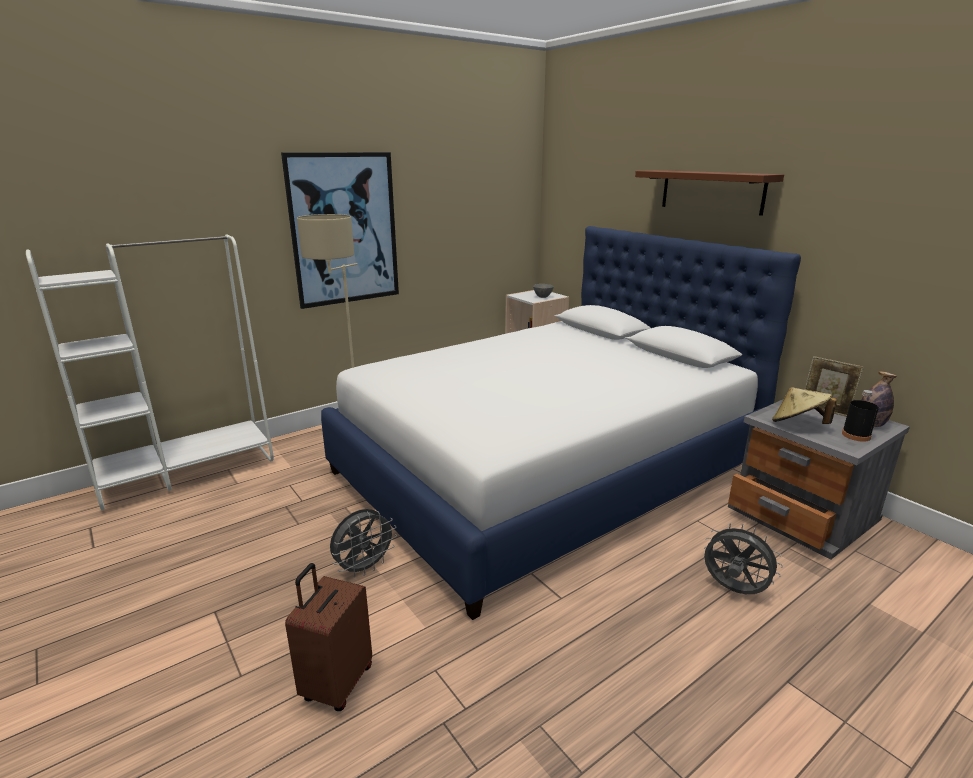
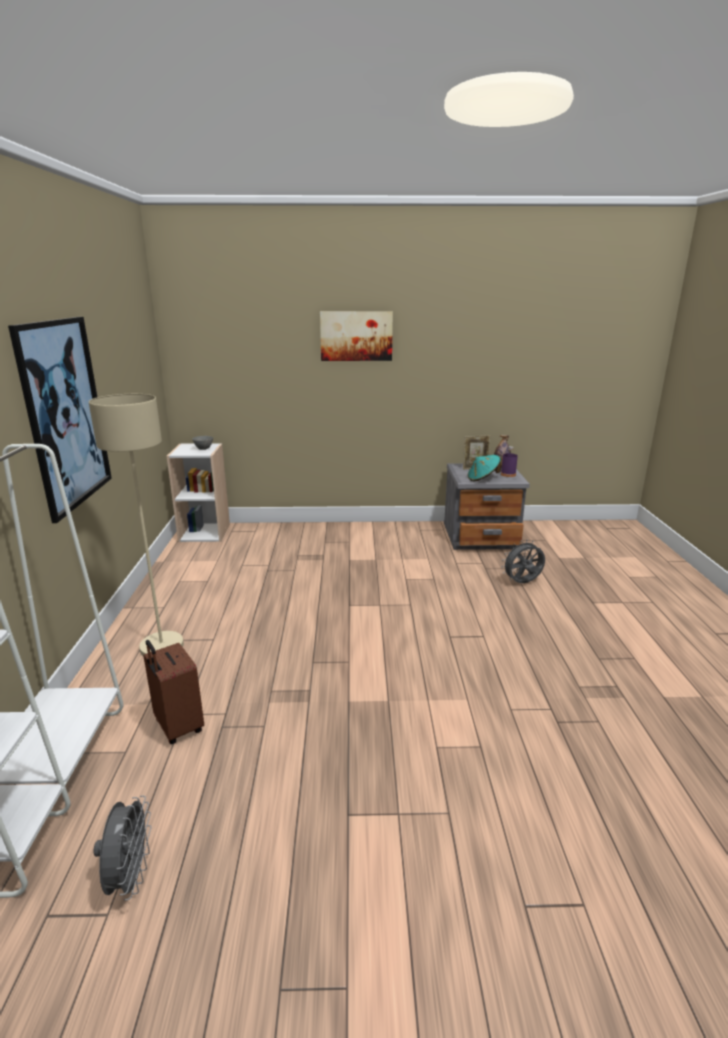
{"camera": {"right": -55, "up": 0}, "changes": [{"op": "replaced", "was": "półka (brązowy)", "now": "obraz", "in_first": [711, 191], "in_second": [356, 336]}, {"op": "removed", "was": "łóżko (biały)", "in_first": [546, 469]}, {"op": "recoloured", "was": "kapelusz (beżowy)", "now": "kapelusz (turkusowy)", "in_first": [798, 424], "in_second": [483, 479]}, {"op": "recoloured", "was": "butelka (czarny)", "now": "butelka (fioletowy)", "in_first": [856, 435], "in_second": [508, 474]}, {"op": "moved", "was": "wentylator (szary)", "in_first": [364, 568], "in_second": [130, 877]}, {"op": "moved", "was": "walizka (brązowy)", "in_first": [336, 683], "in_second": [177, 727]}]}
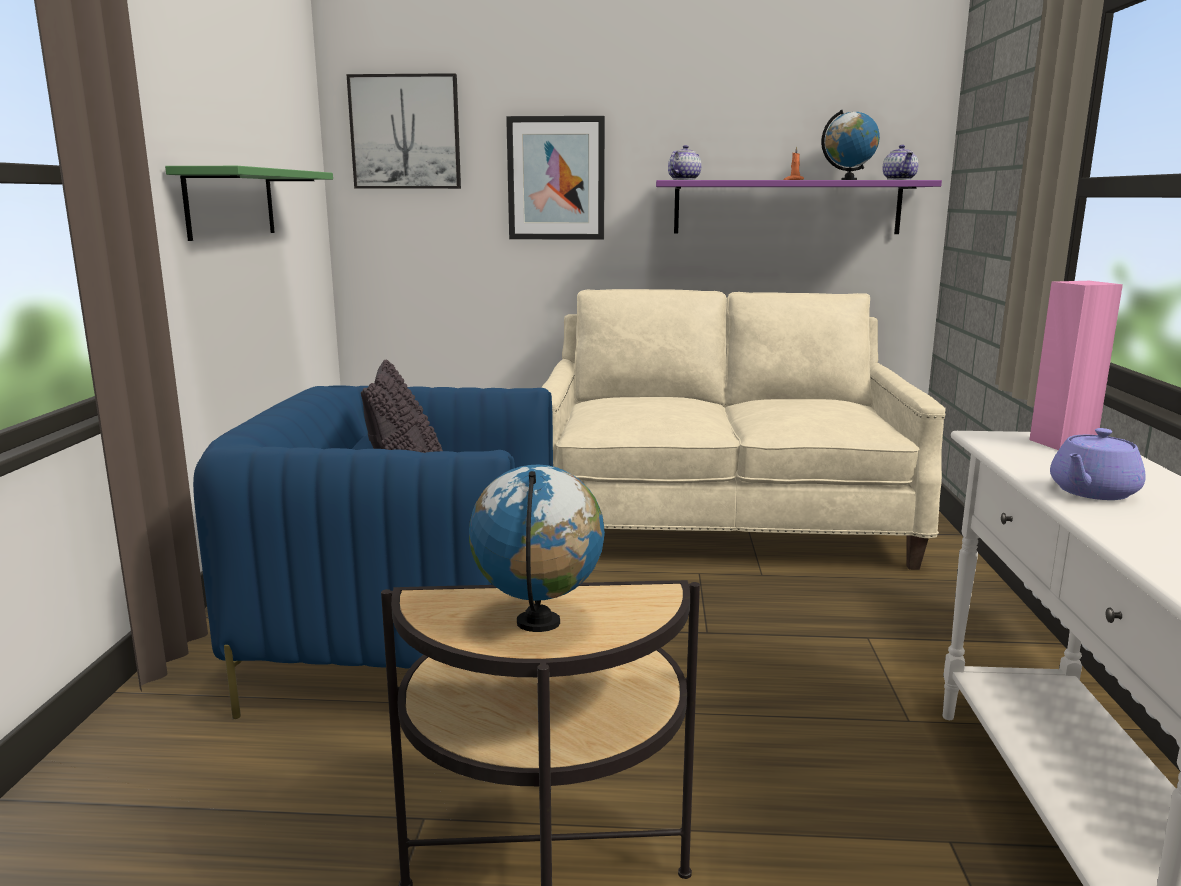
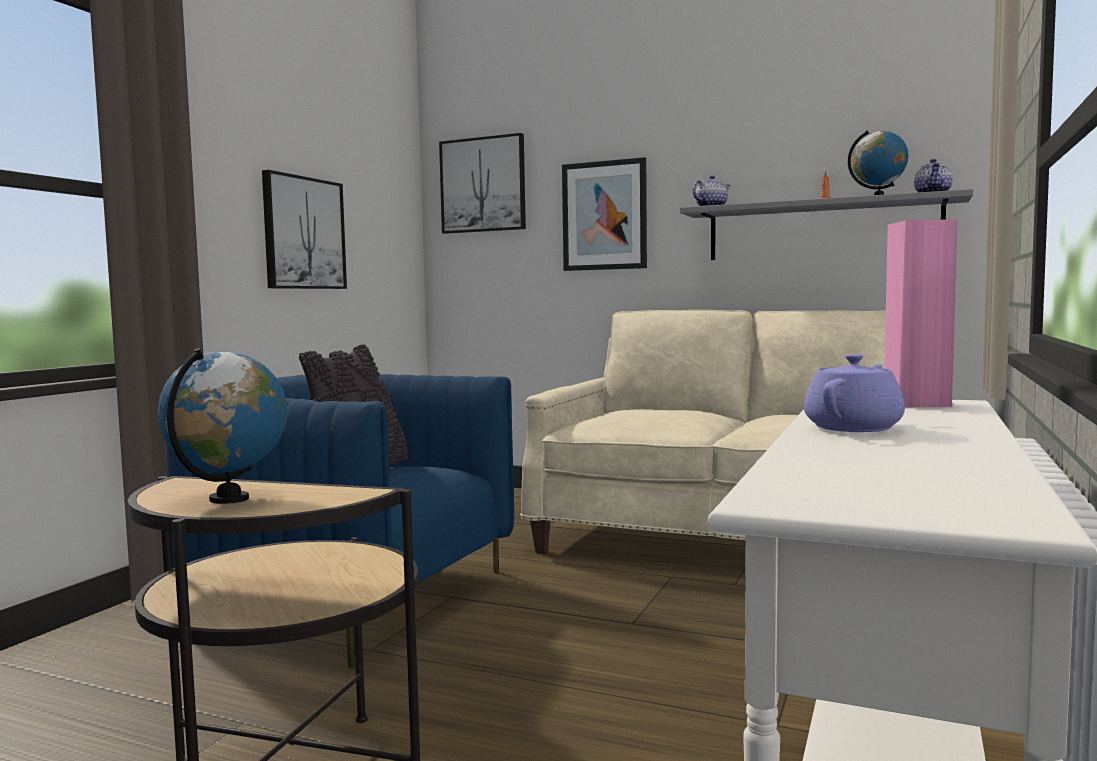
{"camera": {"right": 20, "up": -10}, "changes": [{"op": "replaced", "was": "półka (zielony)", "now": "obraz", "in_first": [231, 203], "in_second": [303, 233]}, {"op": "recoloured", "was": "półka (fioletowy)", "now": "półka (szary)", "in_first": [786, 207], "in_second": [822, 230]}, {"op": "turned", "was": "imbryk (fioletowy)", "in_first": [1092, 492], "in_second": [854, 427], "clockwise": 150}]}
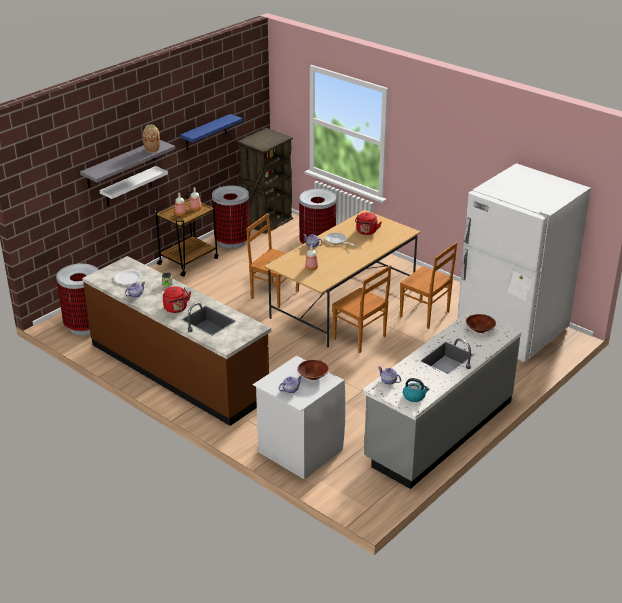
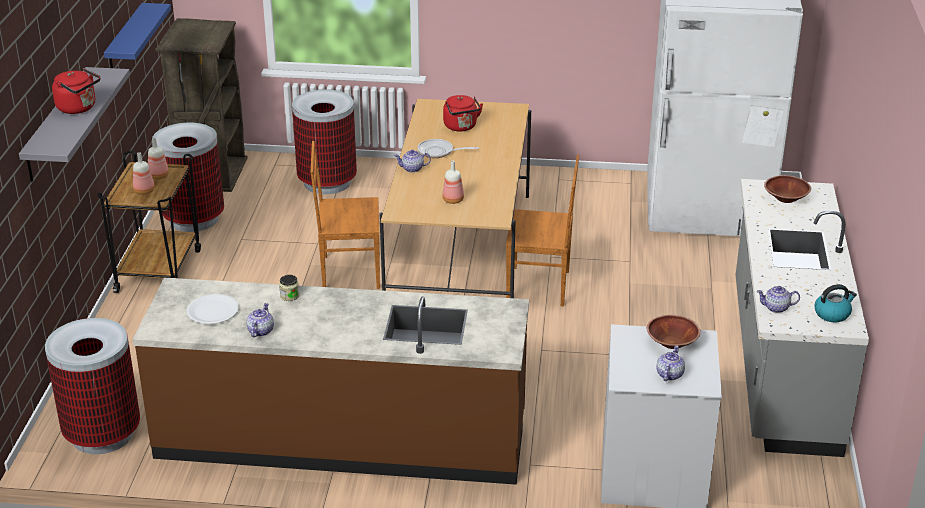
{"camera": {"right": -35, "up": 0}, "changes": [{"op": "removed", "was": "wazon", "in_first": [152, 150]}, {"op": "removed", "was": "półka (biały)", "in_first": [129, 186]}, {"op": "removed", "was": "krzesło (brązowy)", "in_first": [425, 315]}, {"op": "moved", "was": "czajnik (czerwony)", "in_first": [176, 309], "in_second": [79, 108]}]}
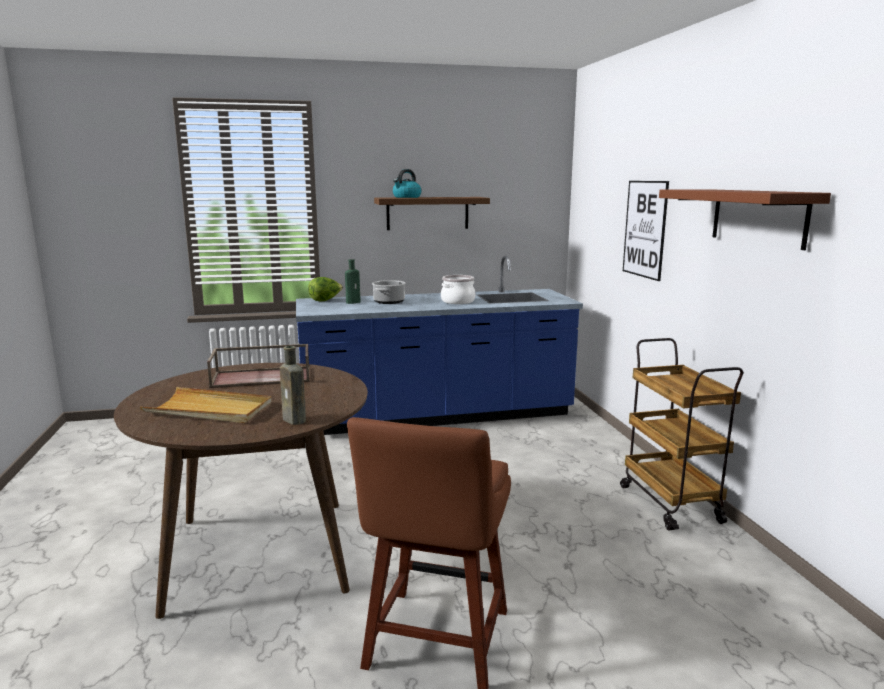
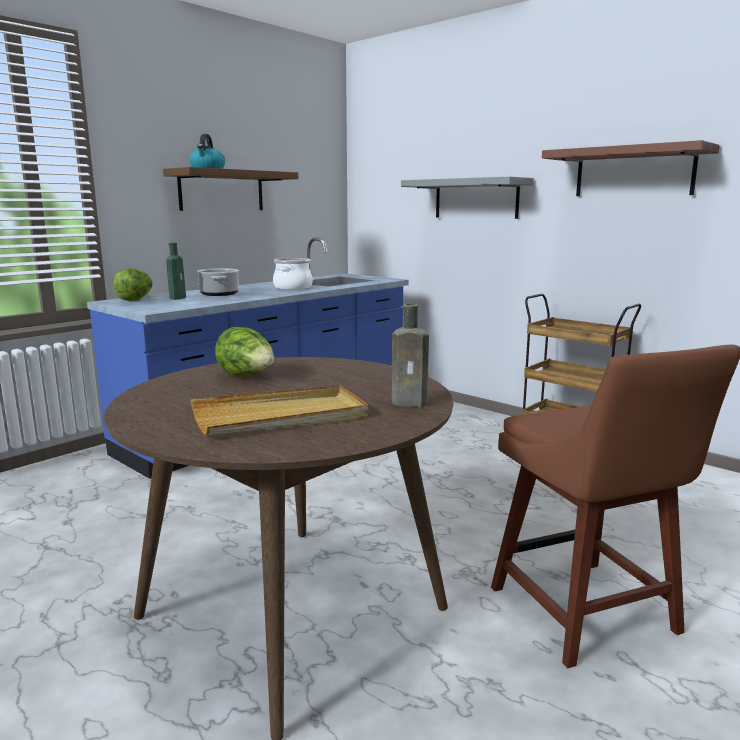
{"camera": {"right": -35, "up": 0}, "changes": [{"op": "replaced", "was": "obraz", "now": "półka (szary)", "in_first": [645, 229], "in_second": [476, 199]}, {"op": "replaced", "was": "taca (brązowy)", "now": "sałata", "in_first": [263, 377], "in_second": [247, 377]}]}
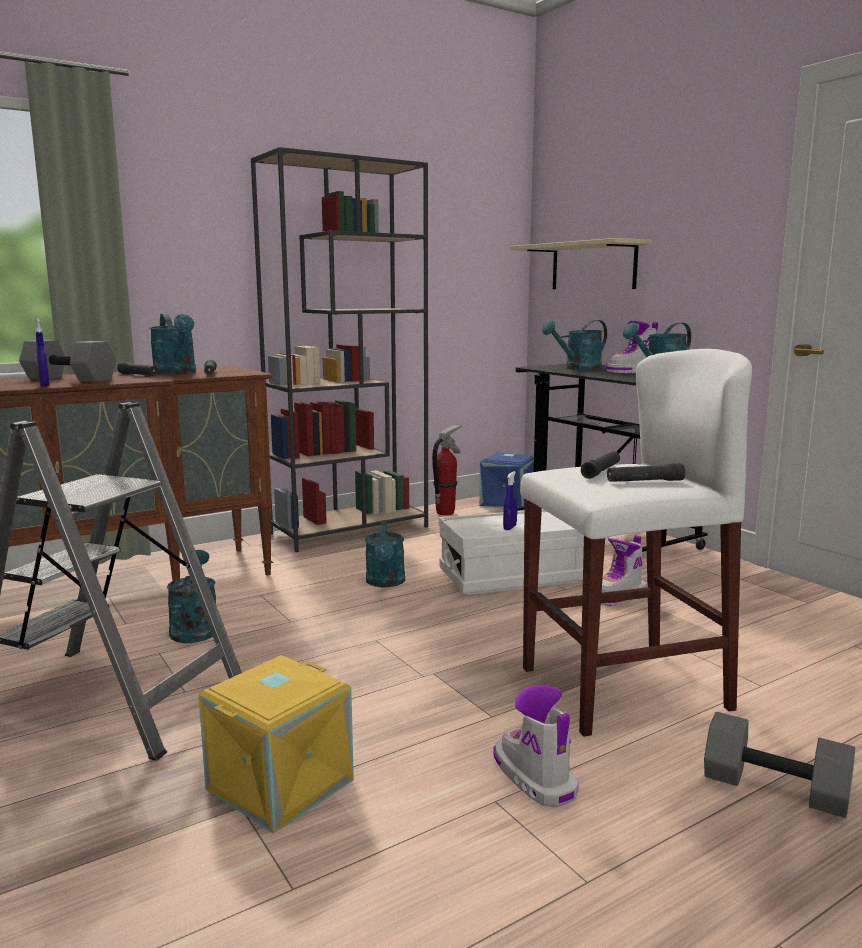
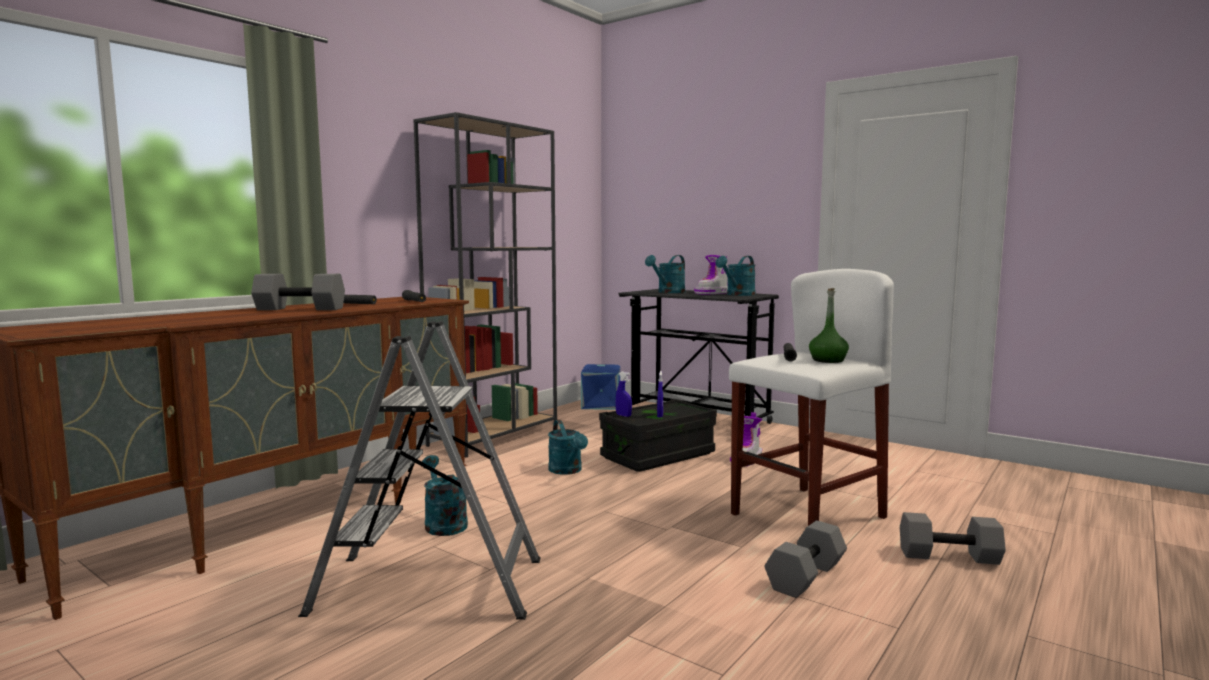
{"camera": {"right": -20, "up": -5}, "changes": [{"op": "removed", "was": "półka (beżowy)", "in_first": [593, 266]}, {"op": "removed", "was": "konewka (turkusowy)", "in_first": [177, 373]}, {"op": "moved", "was": "spryskiwacz (niebieski)", "in_first": [45, 385], "in_second": [623, 415]}, {"op": "removed", "was": "gaśnica", "in_first": [445, 513]}, {"op": "replaced", "was": "latarka (czarny)", "now": "butelka (zielony)", "in_first": [644, 481], "in_second": [827, 360]}, {"op": "recoloured", "was": "pojemnik do przechowywania (biały)", "now": "pojemnik do przechowywania (czarny)", "in_first": [510, 576], "in_second": [658, 455]}, {"op": "removed", "was": "pojemnik do przechowywania (żółty)", "in_first": [281, 786]}, {"op": "replaced", "was": "but z cholewką", "now": "hantel (szary)", "in_first": [533, 777], "in_second": [807, 577]}]}
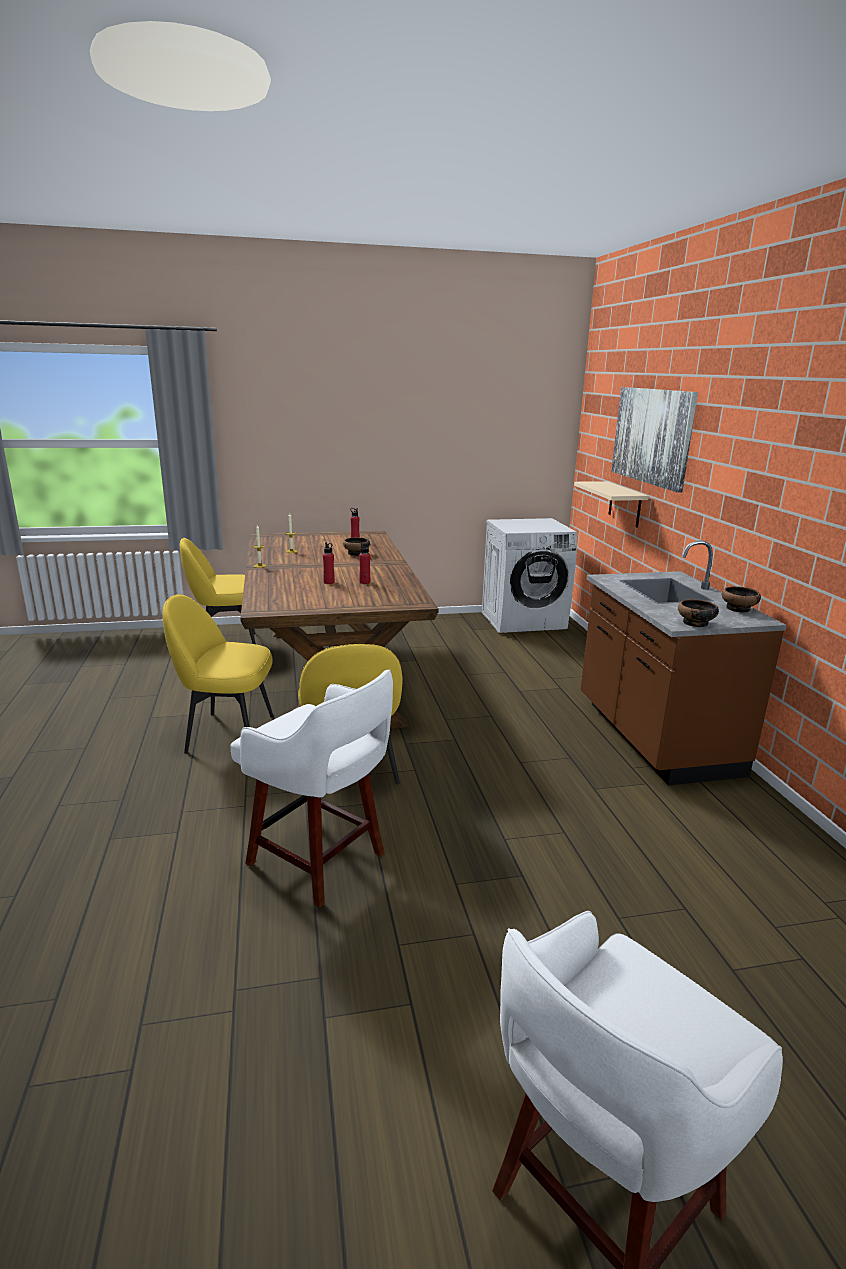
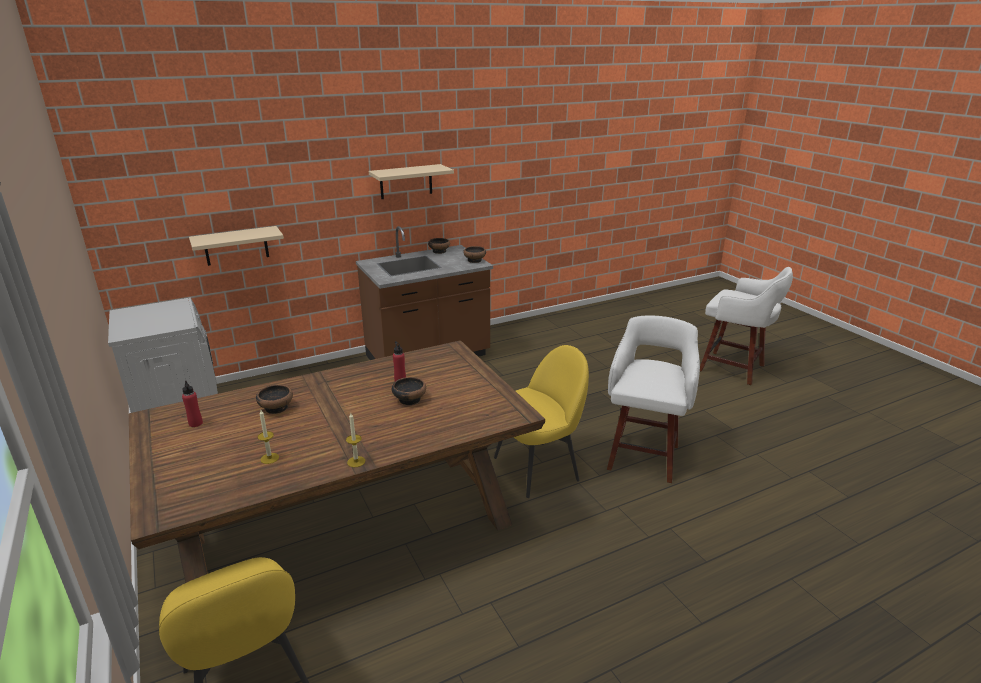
{"camera": {"right": -105, "up": 5}, "changes": [{"op": "removed", "was": "obraz", "in_first": [652, 436]}, {"op": "replaced", "was": "butelka (czerwony)", "now": "miska", "in_first": [329, 582], "in_second": [409, 399]}, {"op": "removed", "was": "krzesło (żółty)", "in_first": [227, 733]}, {"op": "added", "now": "półka (beżowy)", "in_second": [406, 181]}]}
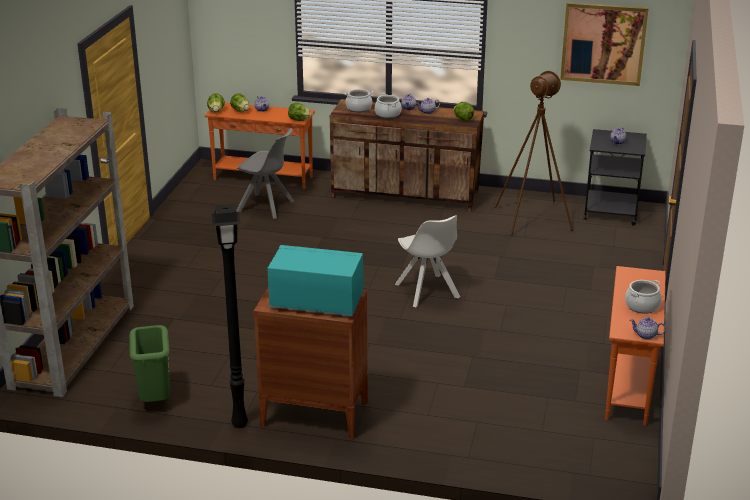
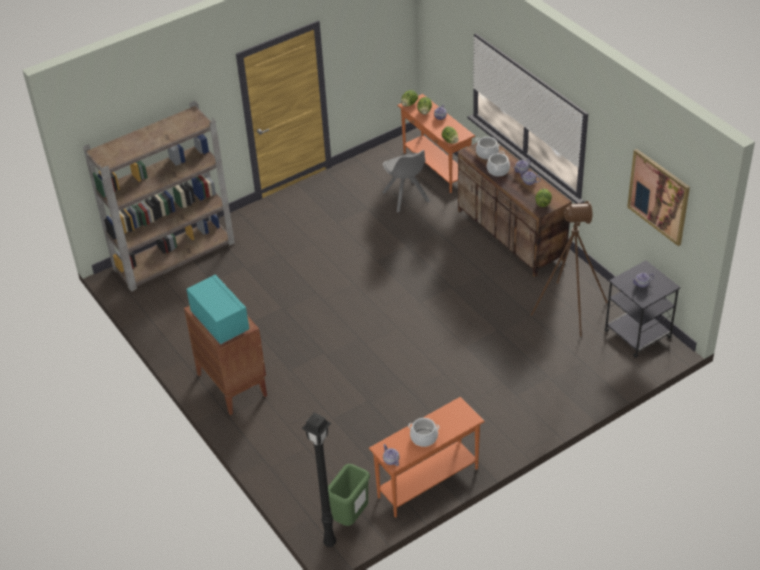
{"camera": {"right": 45, "up": 15}, "changes": [{"op": "moved", "was": "lampa stojąca (czarny)", "in_first": [238, 424], "in_second": [328, 543]}, {"op": "removed", "was": "krzesło (biały)", "in_first": [427, 291]}, {"op": "moved", "was": "kosz na śmieci (zielony)", "in_first": [156, 400], "in_second": [351, 517]}]}
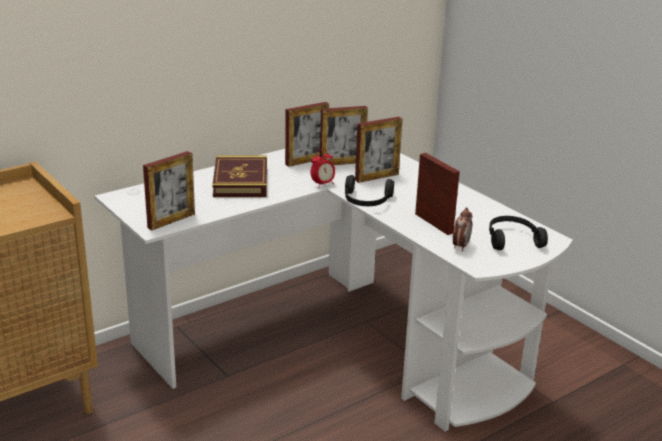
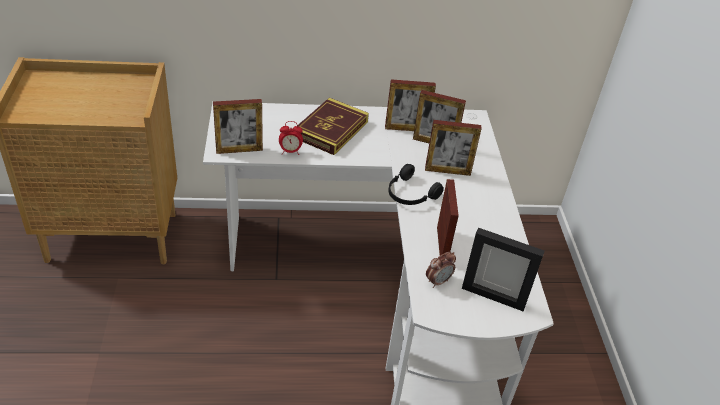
{"camera": {"right": 30, "up": 15}, "changes": [{"op": "moved", "was": "budzik", "in_first": [322, 184], "in_second": [290, 151]}, {"op": "replaced", "was": "słuchawki (czarny)", "now": "ramka na zdjęcie", "in_first": [512, 239], "in_second": [493, 296]}]}
